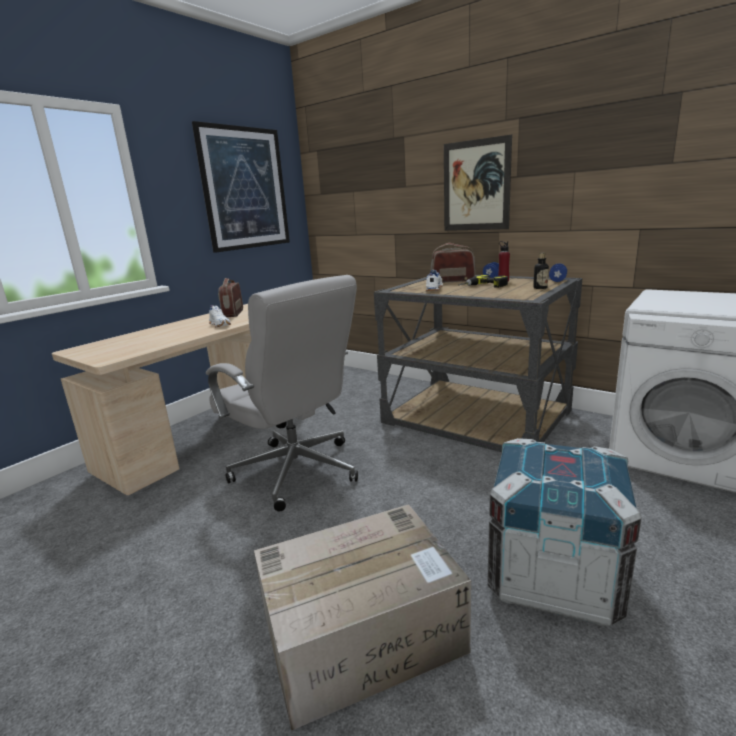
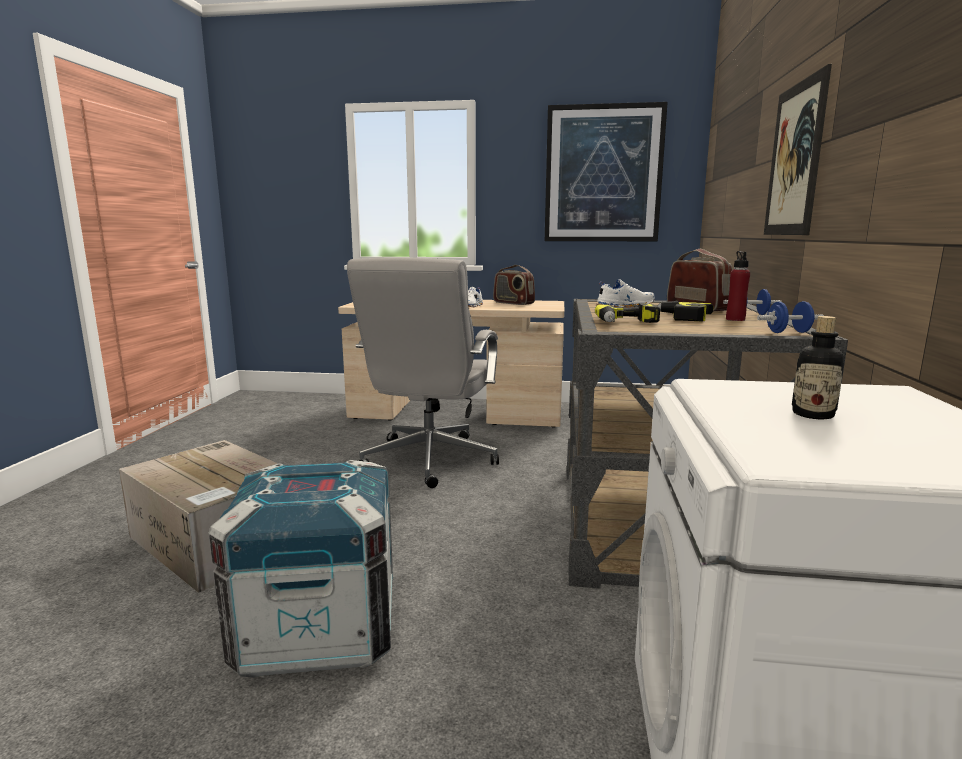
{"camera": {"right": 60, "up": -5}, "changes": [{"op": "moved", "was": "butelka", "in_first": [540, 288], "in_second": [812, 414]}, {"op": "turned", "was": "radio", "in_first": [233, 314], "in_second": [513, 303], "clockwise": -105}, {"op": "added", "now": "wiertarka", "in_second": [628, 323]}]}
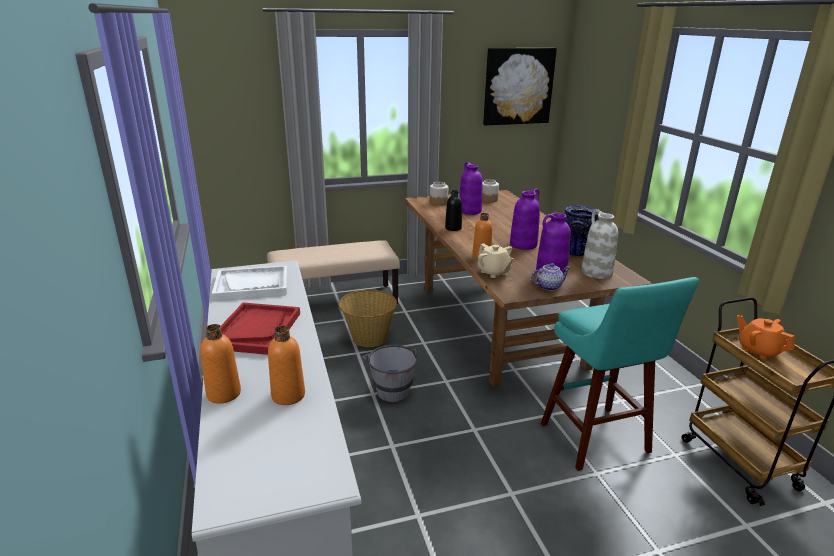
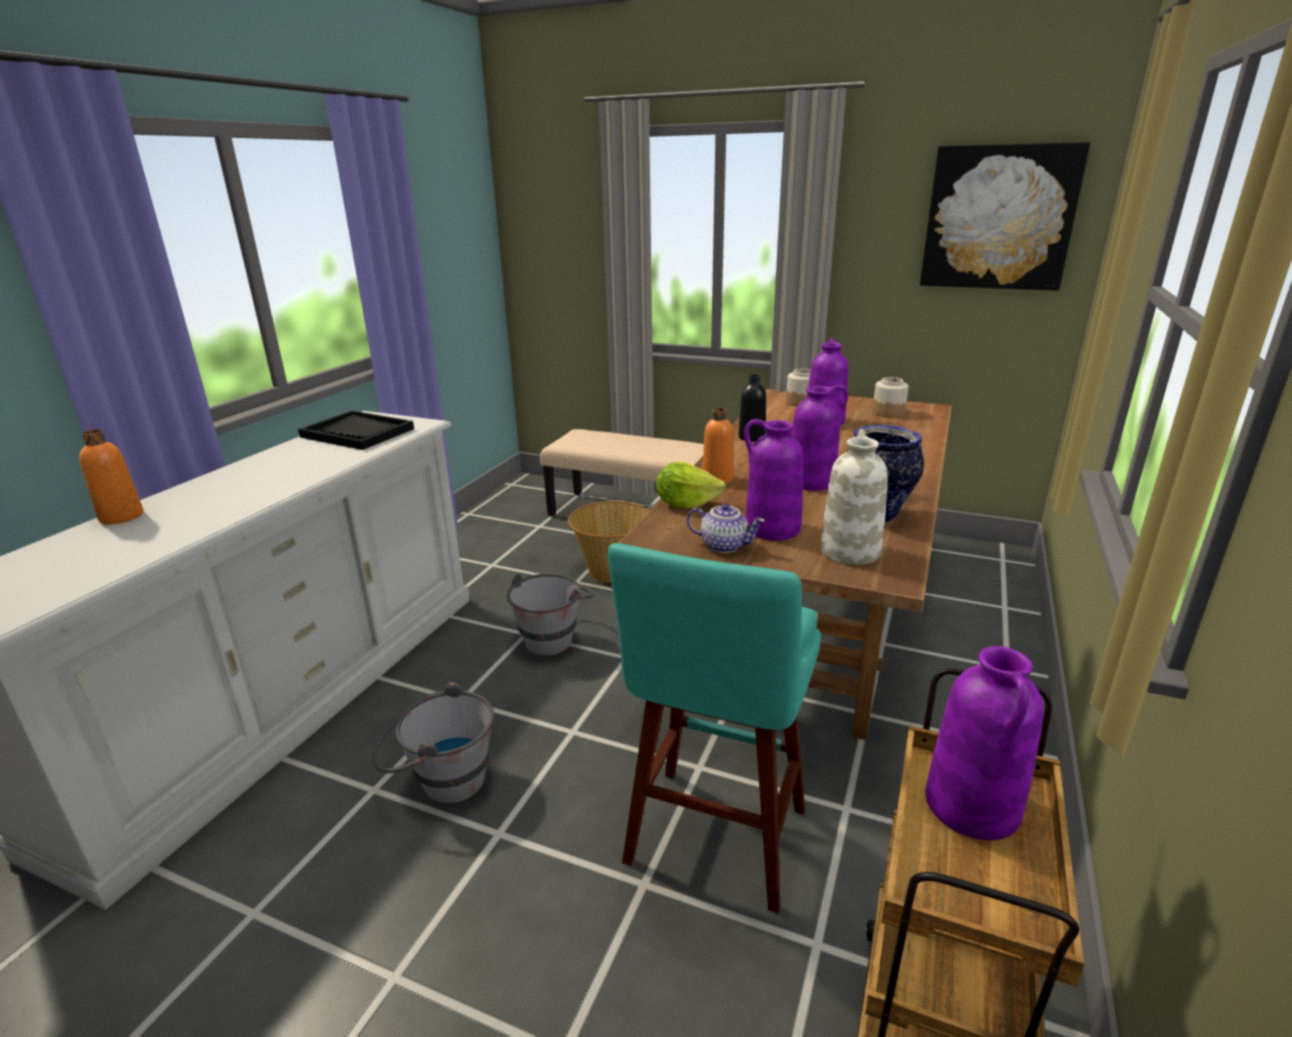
{"camera": {"right": 40, "up": 0}, "changes": [{"op": "replaced", "was": "imbryk (beżowy)", "now": "sałata", "in_first": [493, 272], "in_second": [686, 504]}, {"op": "recoloured", "was": "taca (biały)", "now": "taca (czarny)", "in_first": [252, 284], "in_second": [358, 433]}, {"op": "removed", "was": "taca (czerwony)", "in_first": [256, 330]}, {"op": "replaced", "was": "imbryk (pomarańczowy)", "now": "wazon (fioletowy)", "in_first": [758, 350], "in_second": [973, 806]}, {"op": "removed", "was": "butelka (pomarańczowy)", "in_first": [288, 395]}, {"op": "added", "now": "wiadro (szary)", "in_second": [441, 781]}]}
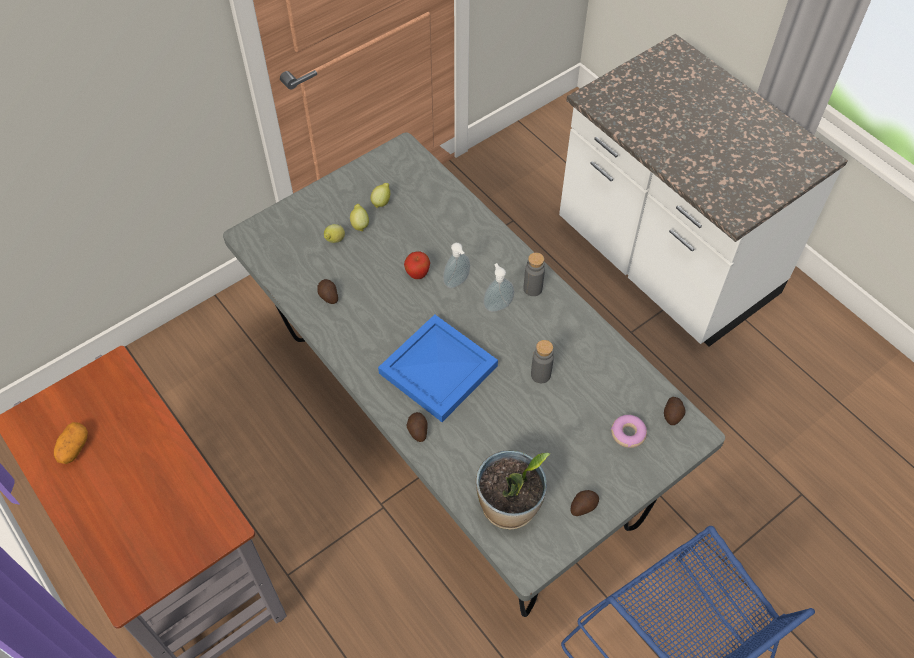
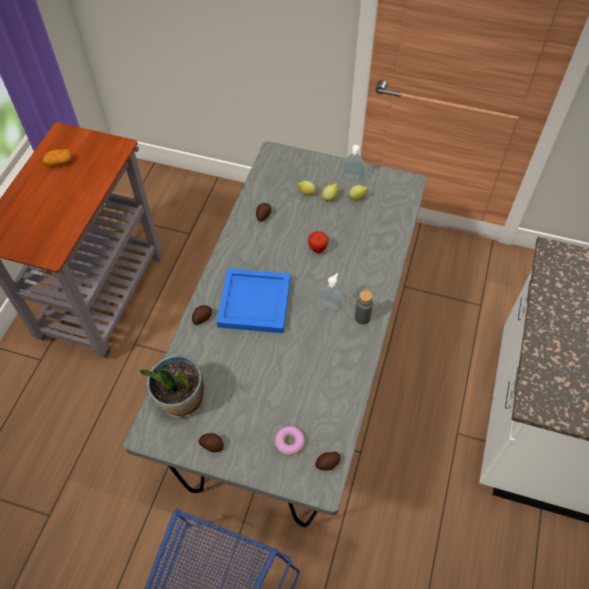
{"camera": {"right": 55, "up": 0}, "changes": [{"op": "moved", "was": "dozownik mydła", "in_first": [457, 283], "in_second": [352, 178]}, {"op": "removed", "was": "butelka (szary)", "in_first": [540, 374]}]}
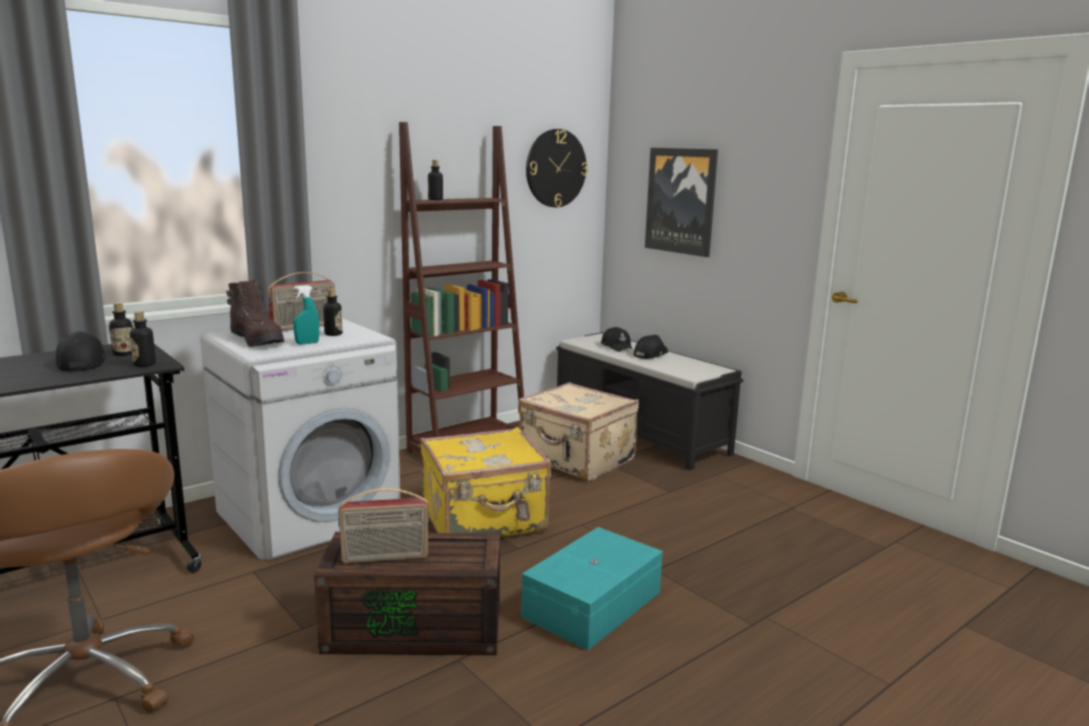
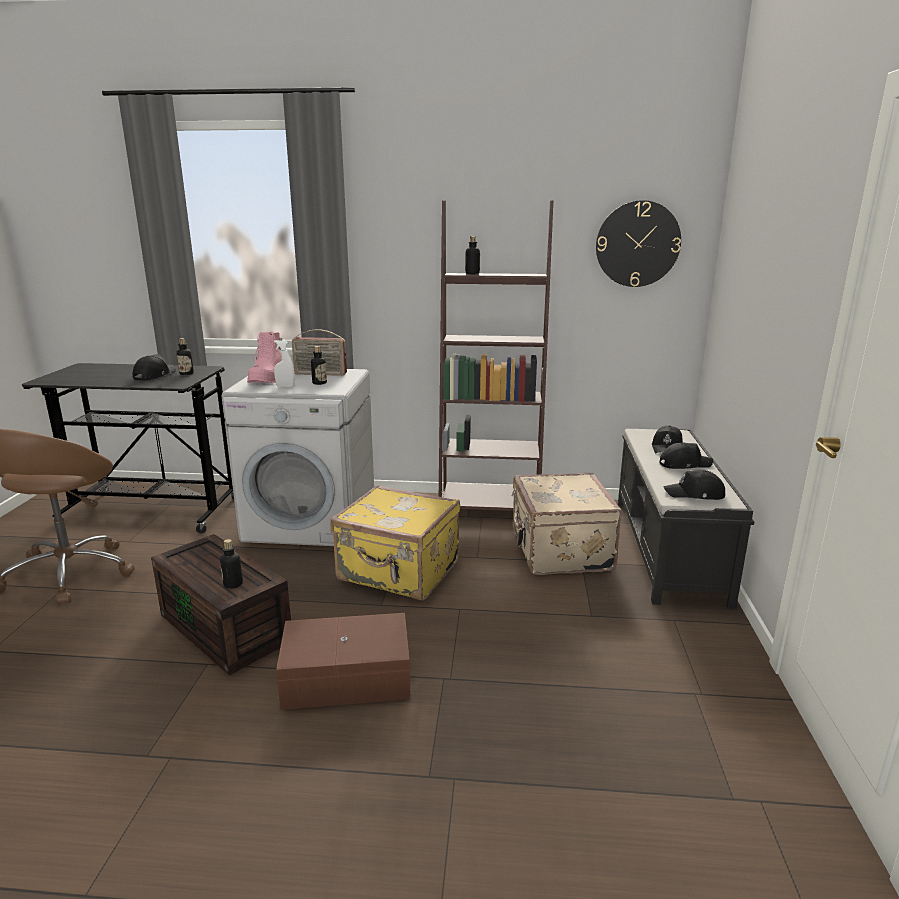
{"camera": {"right": 45, "up": 5}, "changes": [{"op": "removed", "was": "obraz", "in_first": [681, 201]}, {"op": "recoloured", "was": "but z cholewką (brązowy)", "now": "but z cholewką (różowy)", "in_first": [257, 340], "in_second": [267, 378]}, {"op": "recoloured", "was": "spryskiwacz (turkusowy)", "now": "spryskiwacz (biały)", "in_first": [307, 343], "in_second": [285, 386]}, {"op": "moved", "was": "butelka", "in_first": [144, 364], "in_second": [233, 584]}, {"op": "removed", "was": "radio", "in_first": [385, 557]}, {"op": "recoloured", "was": "pojemnik do przechowywania (turkusowy)", "now": "pojemnik do przechowywania (brązowy)", "in_first": [595, 605], "in_second": [348, 679]}, {"op": "added", "now": "czapka z daszkiem (czarny)", "in_second": [695, 494]}]}
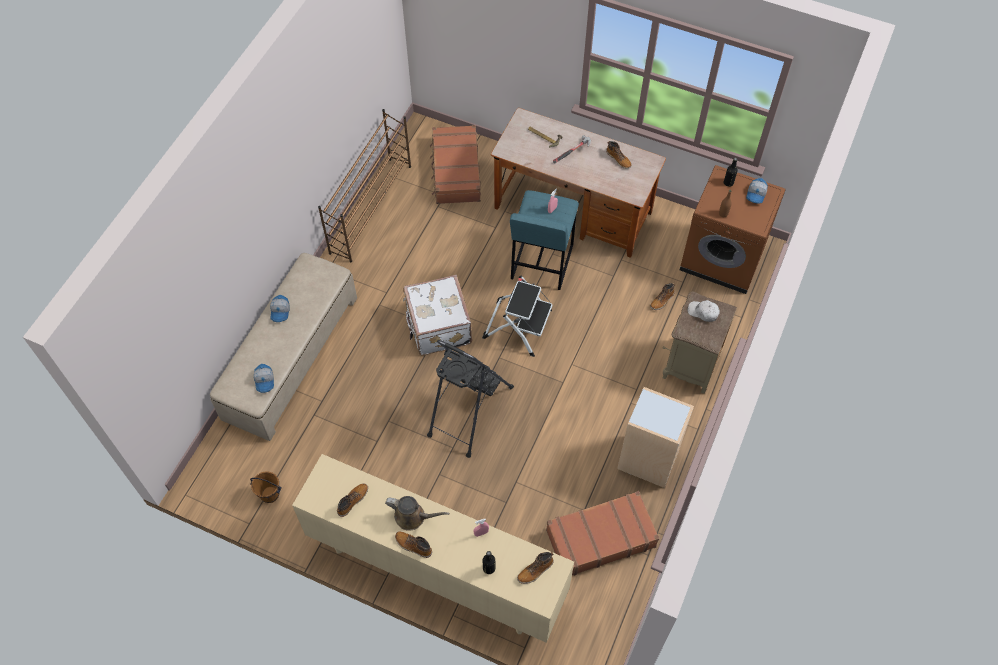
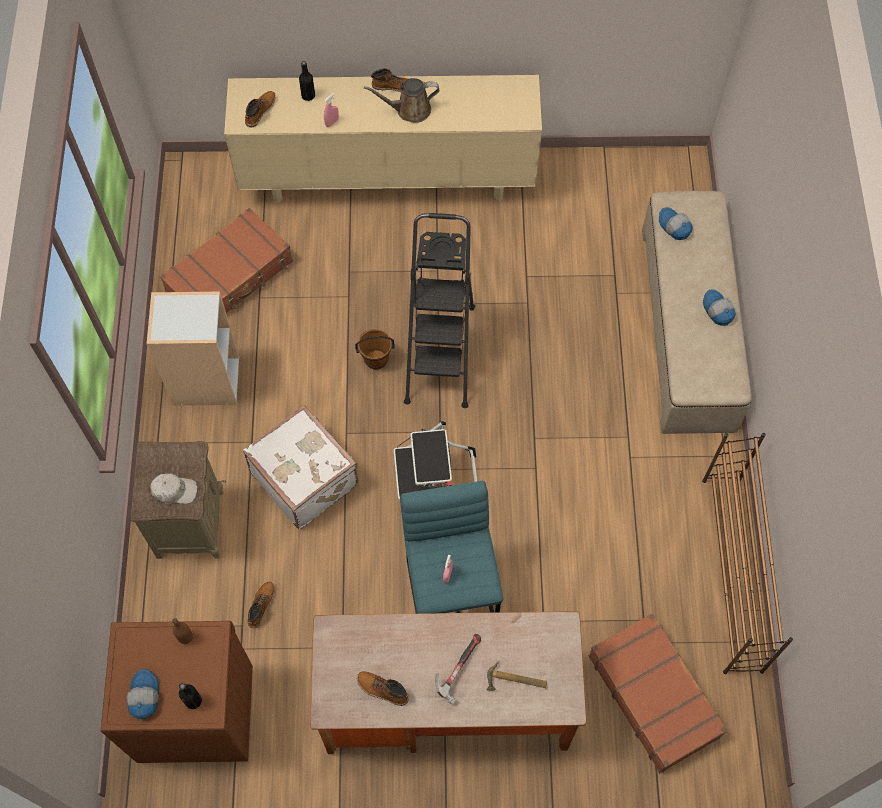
{"camera": {"right": 155, "up": 5}, "changes": [{"op": "moved", "was": "walizka (biały)", "in_first": [437, 327], "in_second": [306, 477]}, {"op": "moved", "was": "wiadro (brązowy)", "in_first": [270, 494], "in_second": [376, 360]}, {"op": "removed", "was": "but z cholewką", "in_first": [352, 500]}]}
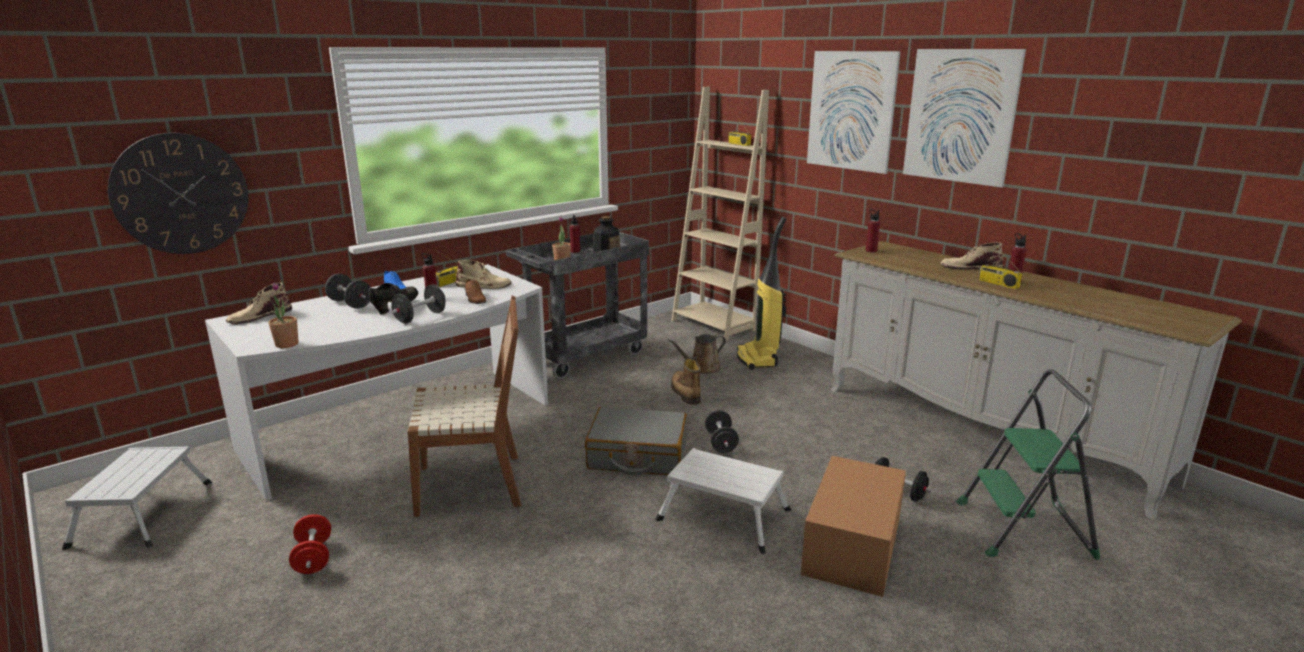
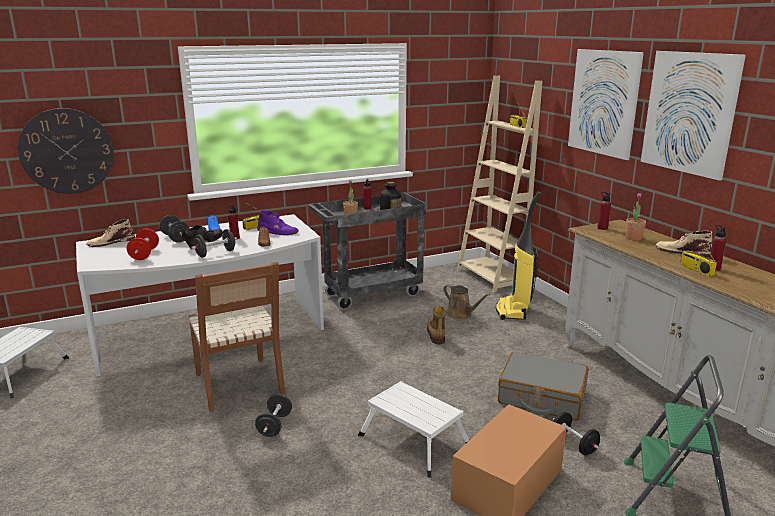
{"camera": {"right": 15, "up": 0}, "changes": [{"op": "recoloured", "was": "but z cholewką (beżowy)", "now": "but z cholewką (fioletowy)", "in_first": [484, 286], "in_second": [278, 232]}, {"op": "moved", "was": "roślina doniczkowa", "in_first": [287, 344], "in_second": [633, 238]}, {"op": "turned", "was": "krzesło", "in_first": [476, 486], "in_second": [239, 387], "clockwise": 60}, {"op": "turned", "was": "konewka (brązowy)", "in_first": [702, 368], "in_second": [461, 314], "clockwise": -120}, {"op": "moved", "was": "walizka (szary)", "in_first": [637, 455], "in_second": [542, 397]}, {"op": "moved", "was": "hantel (czarny)", "in_first": [721, 443], "in_second": [274, 425]}, {"op": "moved", "was": "hantel (czerwony)", "in_first": [313, 558], "in_second": [144, 254]}]}
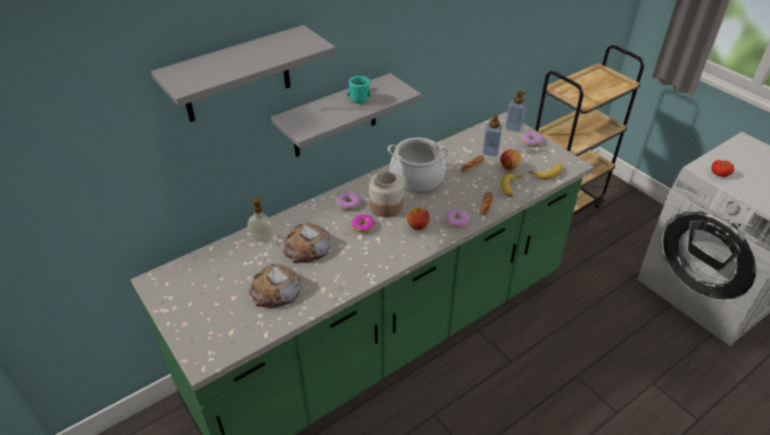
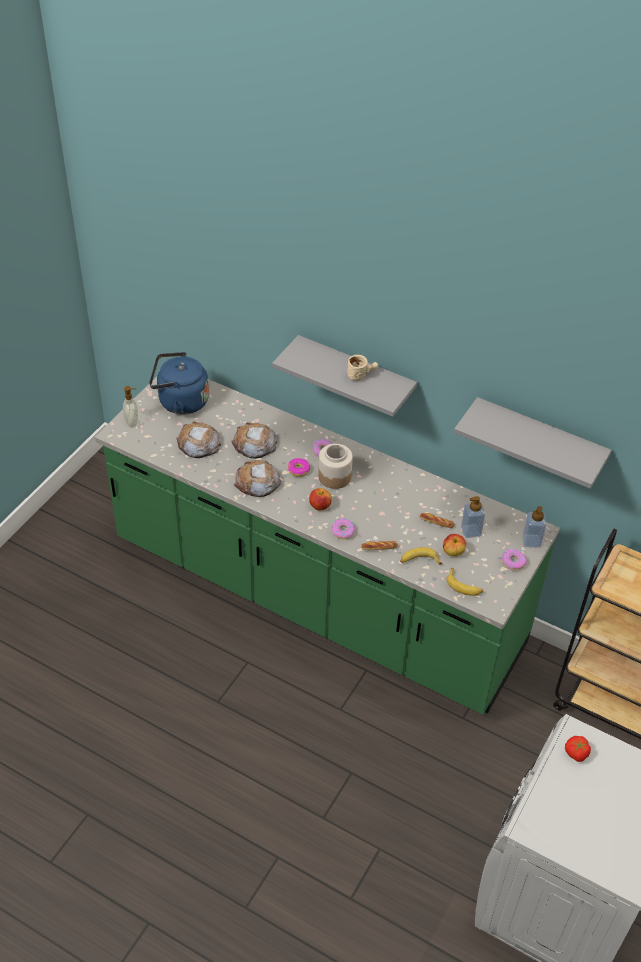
{"camera": {"right": 65, "up": 5}, "changes": [{"op": "moved", "was": "półka (szary)", "in_first": [236, 75], "in_second": [538, 442]}, {"op": "recoloured", "was": "kubek (turkusowy)", "now": "kubek (beżowy)", "in_first": [359, 96], "in_second": [361, 374]}, {"op": "removed", "was": "garnek", "in_first": [417, 178]}, {"op": "moved", "was": "dozownik mydła", "in_first": [263, 238], "in_second": [132, 421]}, {"op": "added", "now": "czajnik (niebieski)", "in_second": [180, 402]}, {"op": "added", "now": "chleb", "in_second": [257, 482]}]}
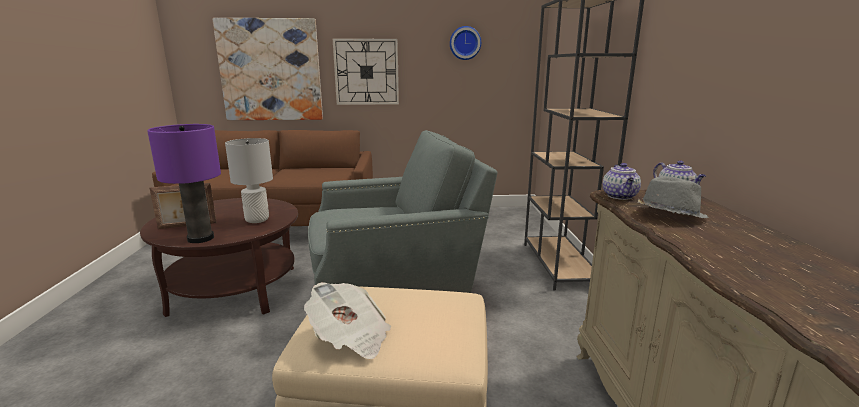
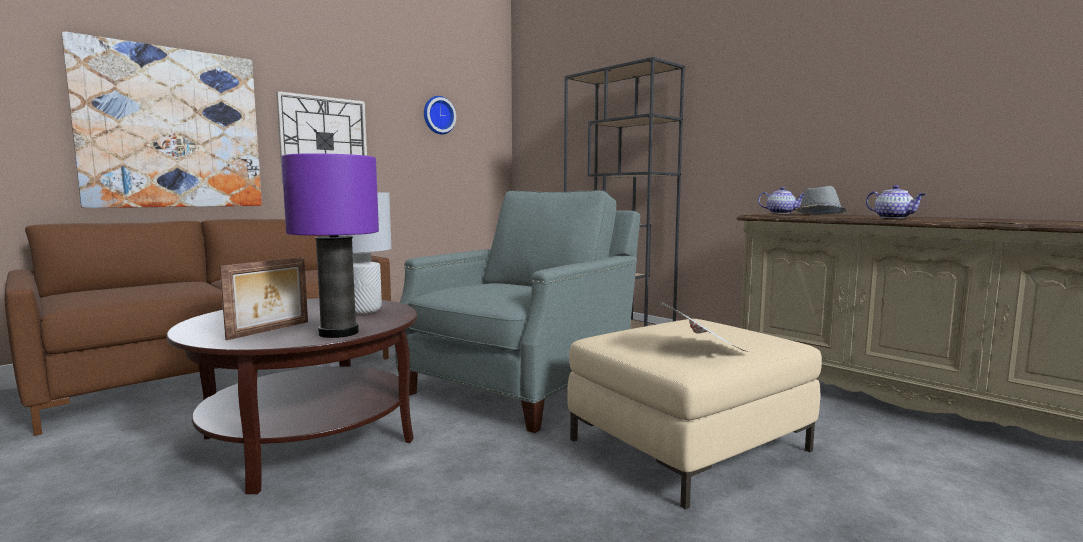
{"camera": {"right": -40, "up": -10}, "changes": [{"op": "moved", "was": "imbryk", "in_first": [620, 196], "in_second": [894, 218]}]}
